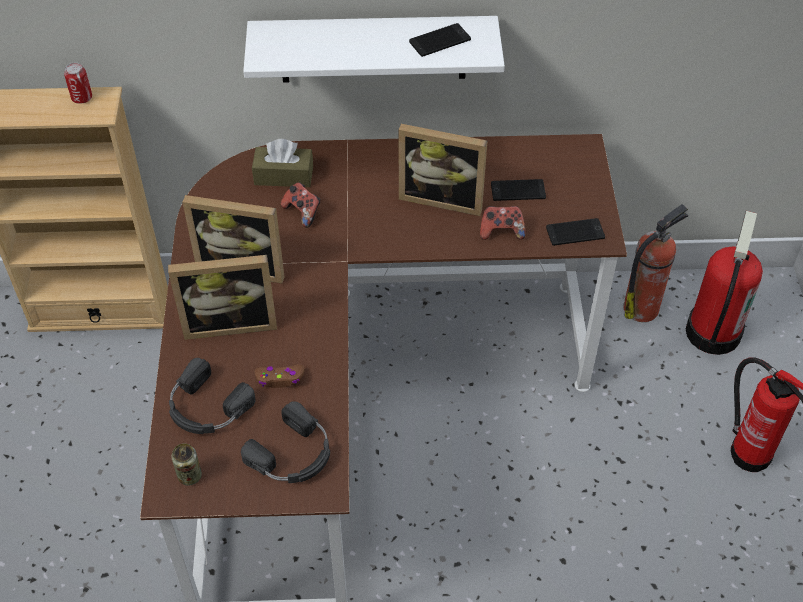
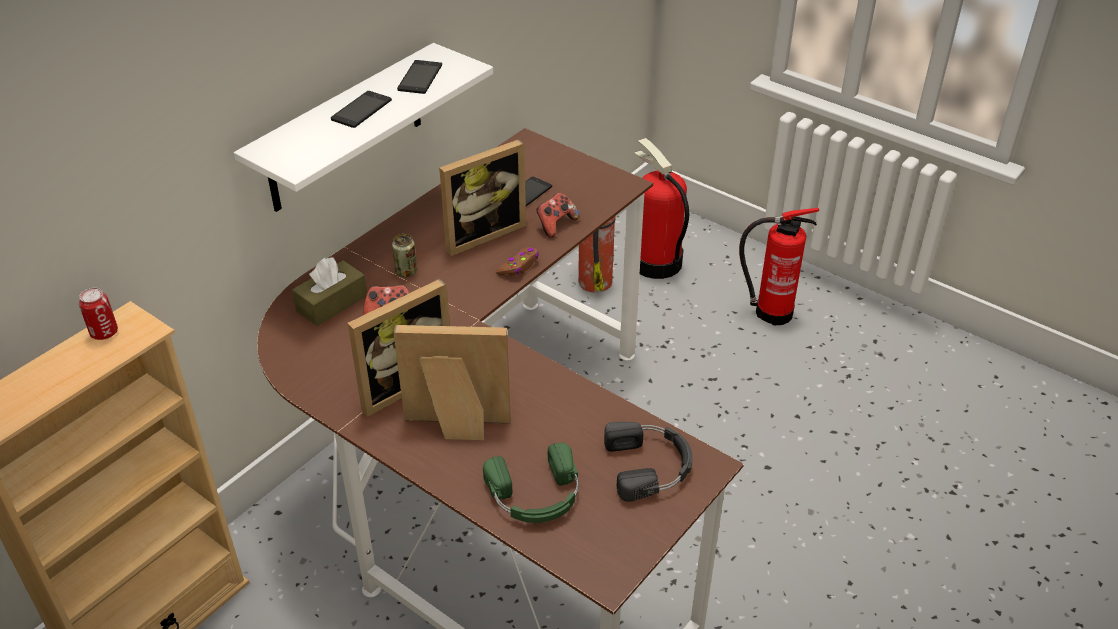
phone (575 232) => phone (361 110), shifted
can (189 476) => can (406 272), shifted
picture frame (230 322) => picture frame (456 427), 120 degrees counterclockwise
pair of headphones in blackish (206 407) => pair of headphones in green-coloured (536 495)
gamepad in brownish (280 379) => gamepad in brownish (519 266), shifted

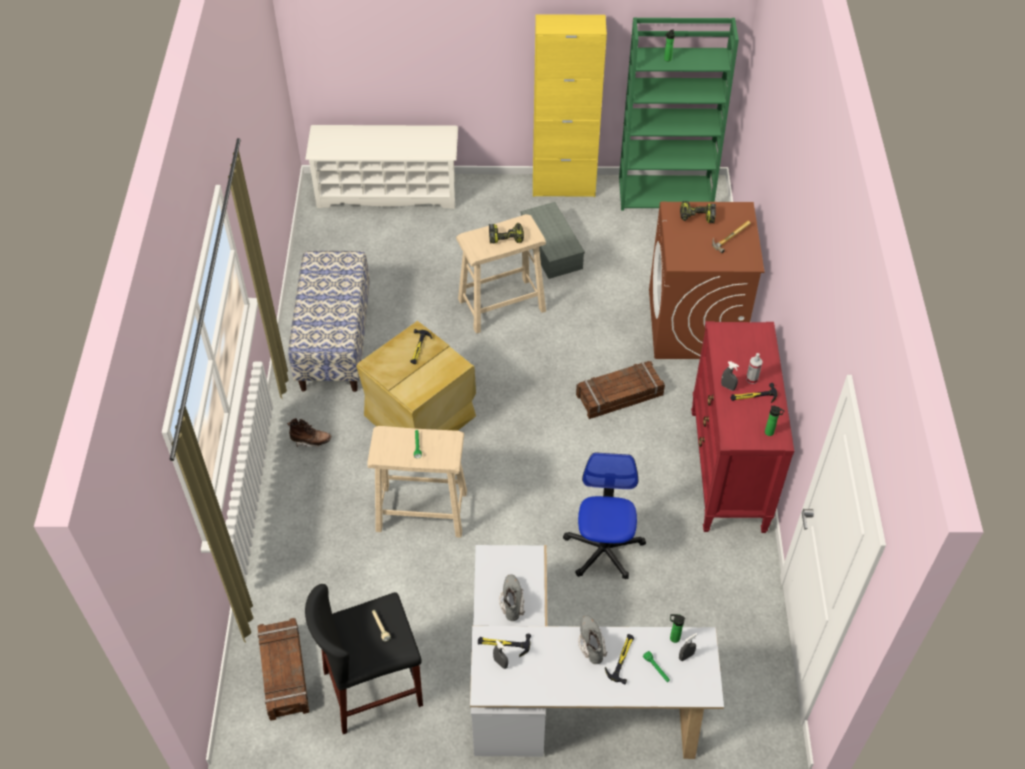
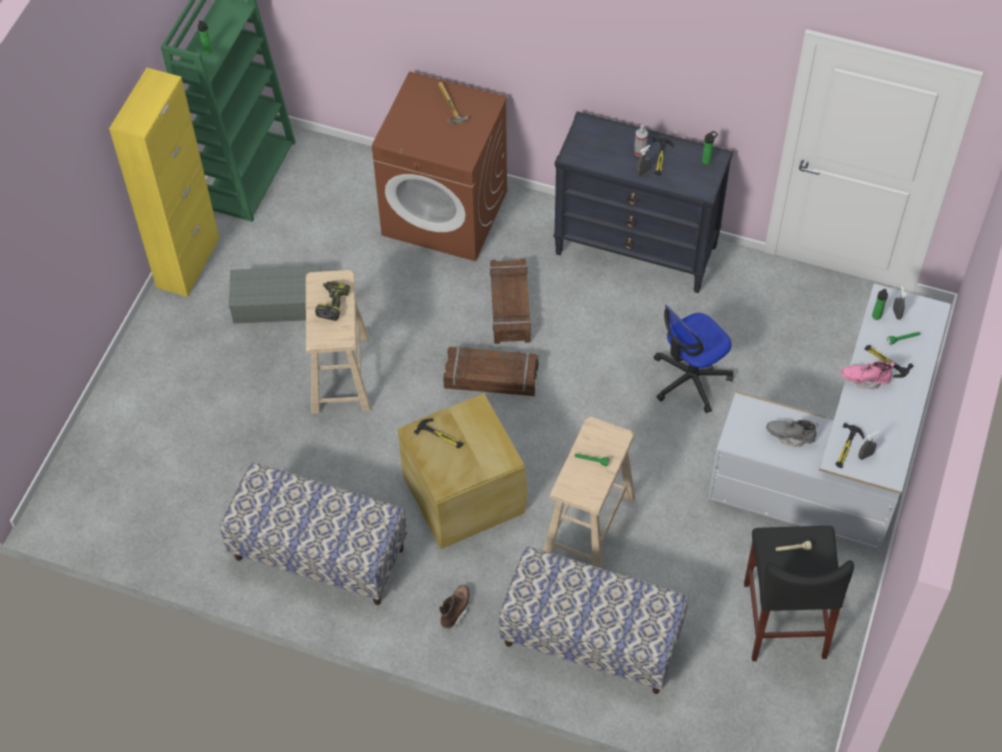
crate (283 673) => crate (491 377), shifted
nothing => long seat (590 639)
dresser in red (728 471) => dresser in blackish (636 249)
office chair (603 549) => office chair (690 379), 60 degrees counterclockwise
boot in greyish (591 644) => boot in pinkish (865 379)
shoe shelf in white (388 191) => nothing
drill (696 217) => nothing

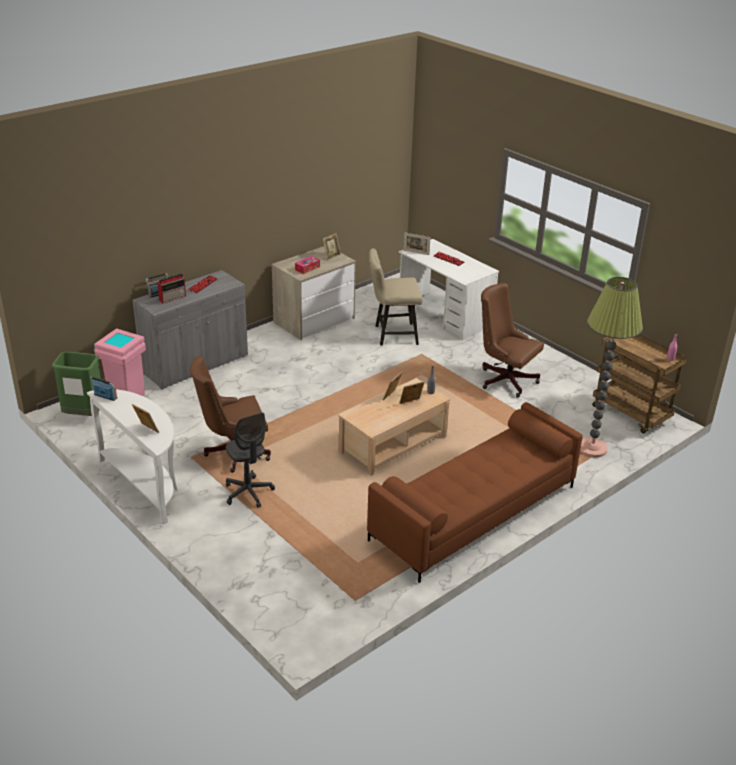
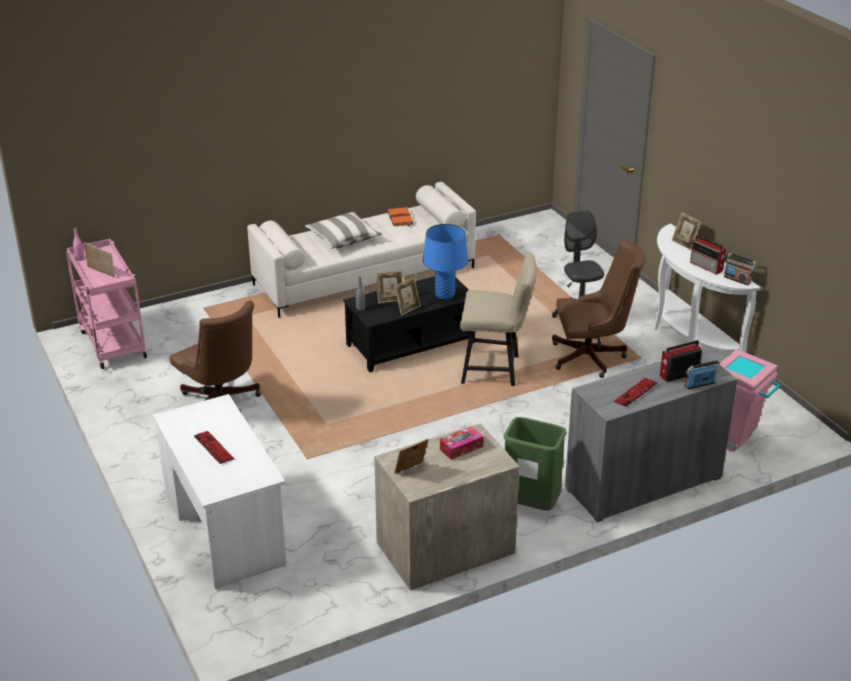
cart in brownish (631 414) => cart in pinkish (111 343)
picture frame (416 252) => picture frame (101 272), shifted
sofa in brownish (473 514) => sofa in white (365 276)
nothing => cushion (343 239)
low table in sand-coloured (393 445) => low table in blackish (410 343)
nothing => volume in orange (400 218)
nothing => tabletop lamp in bluish (445 295)
upright chair in sand-coloured (392 335) => upright chair in sand-coloured (495 369), shifted
rubbish bin in green-coloured (84 415) => rubbish bin in green-coloured (531 505), shifted
nothing => radio set (707 267)
standard lamp (592 448) => nothing

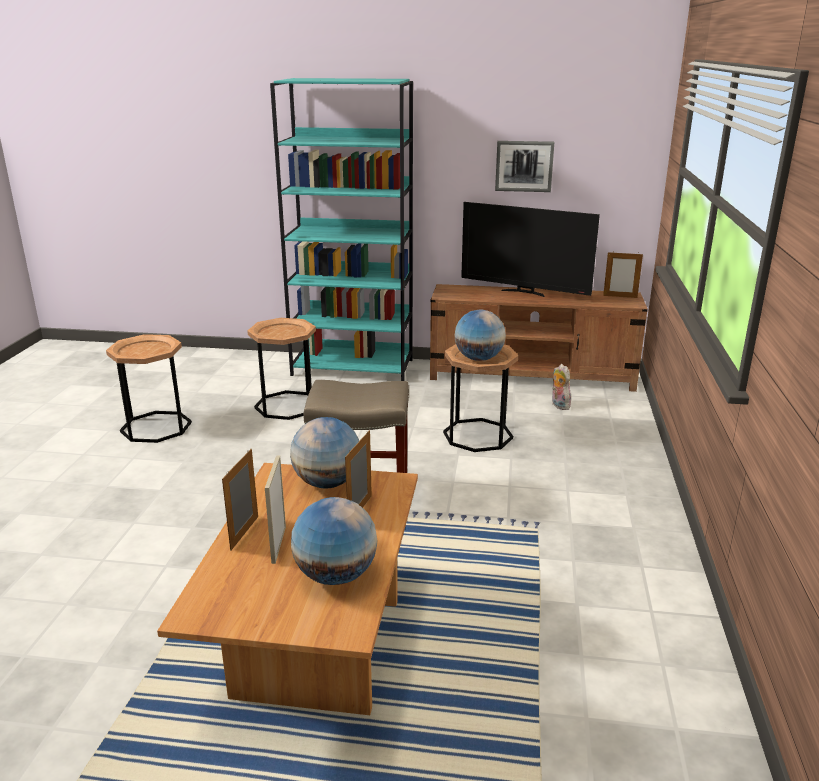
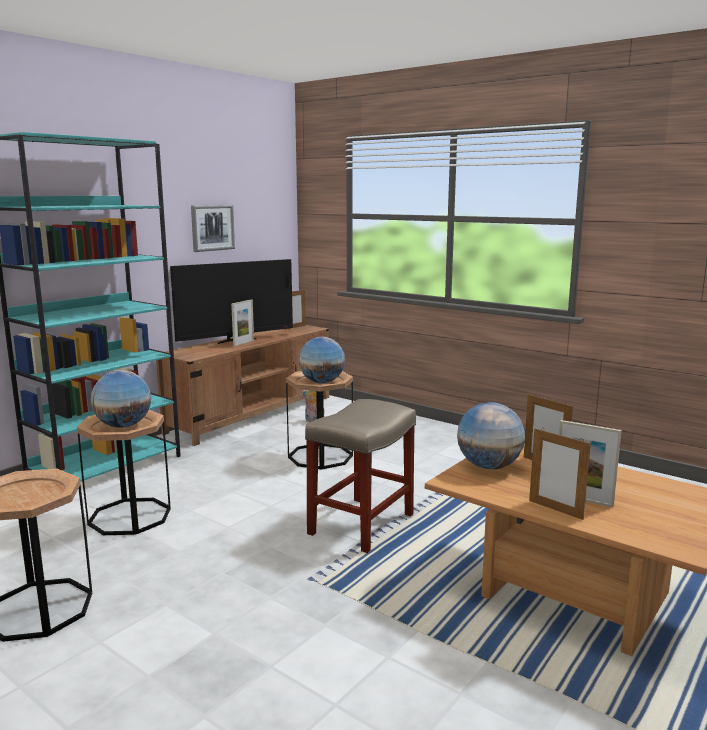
world globe (335 575) => world globe (123 426), shifted
nothing => picture frame (243 343)

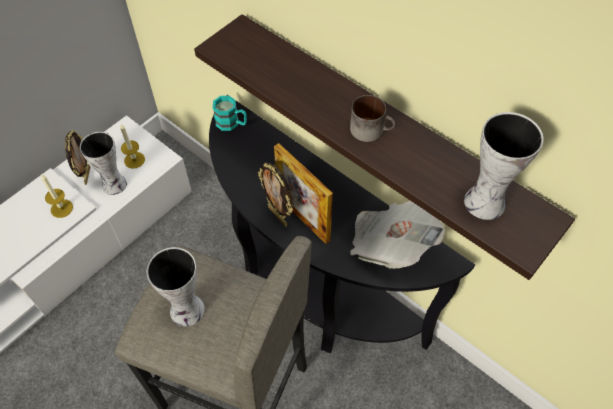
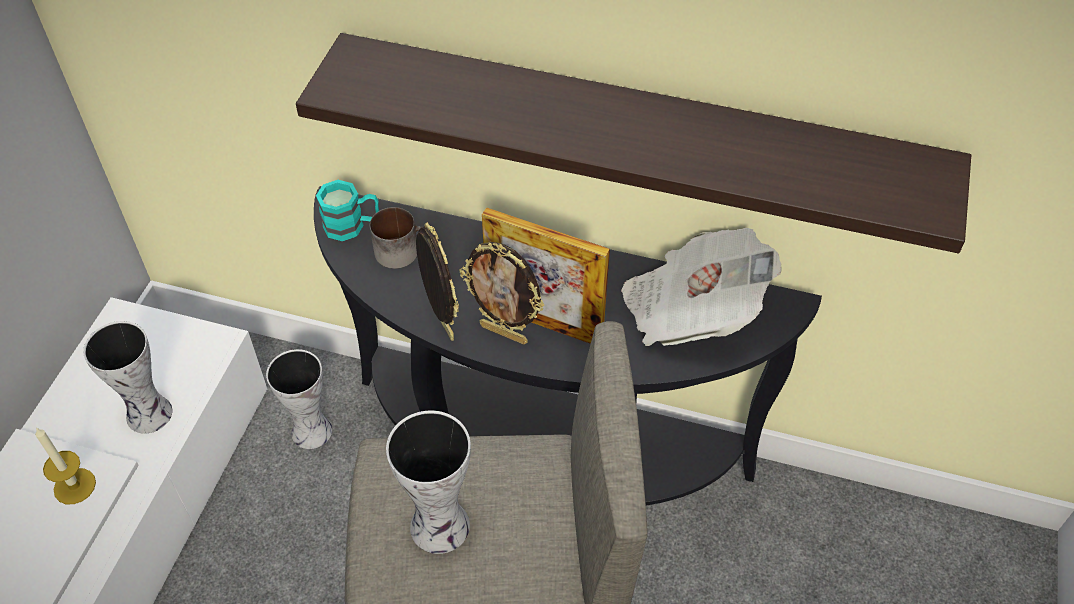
decorative vase (483 201) => decorative vase (310 430), shifted
tea mug (371 129) => tea mug (402 250), shifted
picture frame (86 175) => picture frame (441 323), shifted
candle (134 160) => nothing

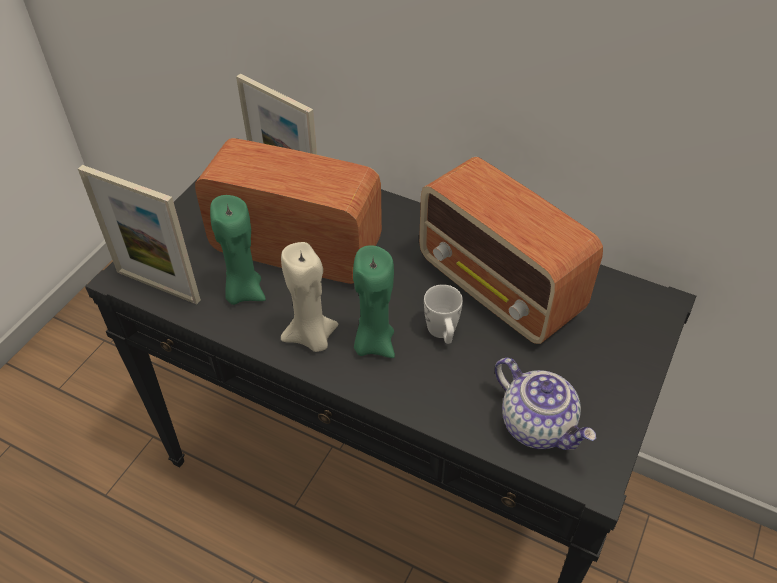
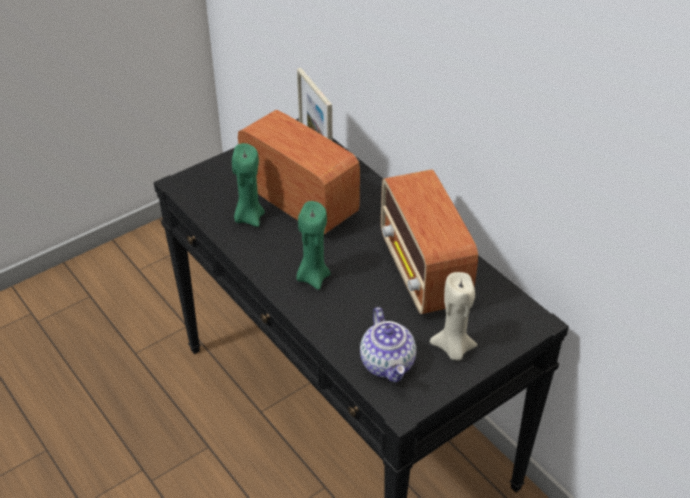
candle in sand-coloured (311 338) => candle in sand-coloured (453 348), shifted
picture frame (158 286) => nothing
tea mug in white (443 332) => nothing

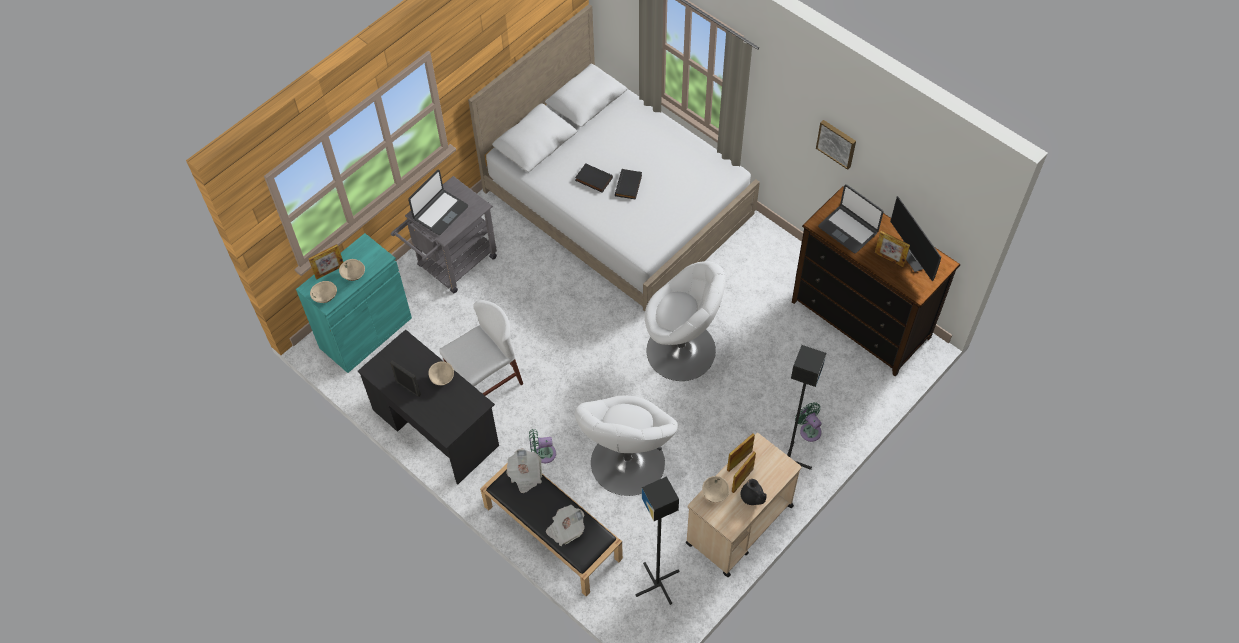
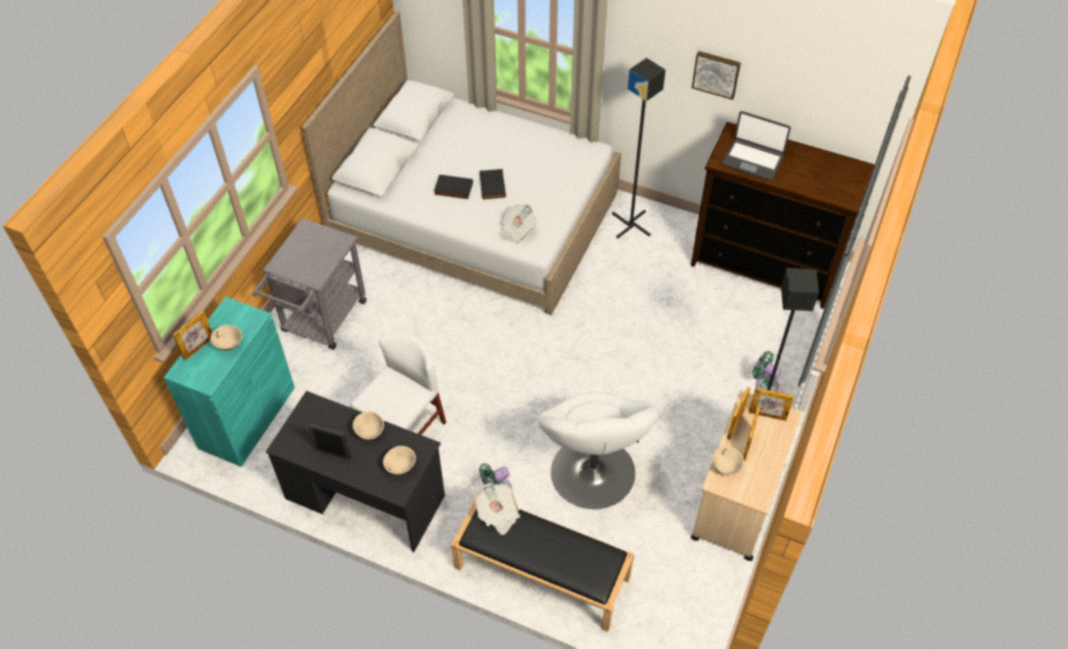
deep dish in sand-coloured (325 297) => deep dish in sand-coloured (401 466), shifted
printed paper (565 529) => printed paper (516 231), shifted
standard lamp in blackish (658 583) => standard lamp in blackish (631 224), shifted
picture frame (889 259) => picture frame (767 415), shifted
laptop (440 212) => nothing
lounge chair in white (682 351) => nothing
teapot in blackish (752 497) => nothing
computer screen (915 255) => nothing

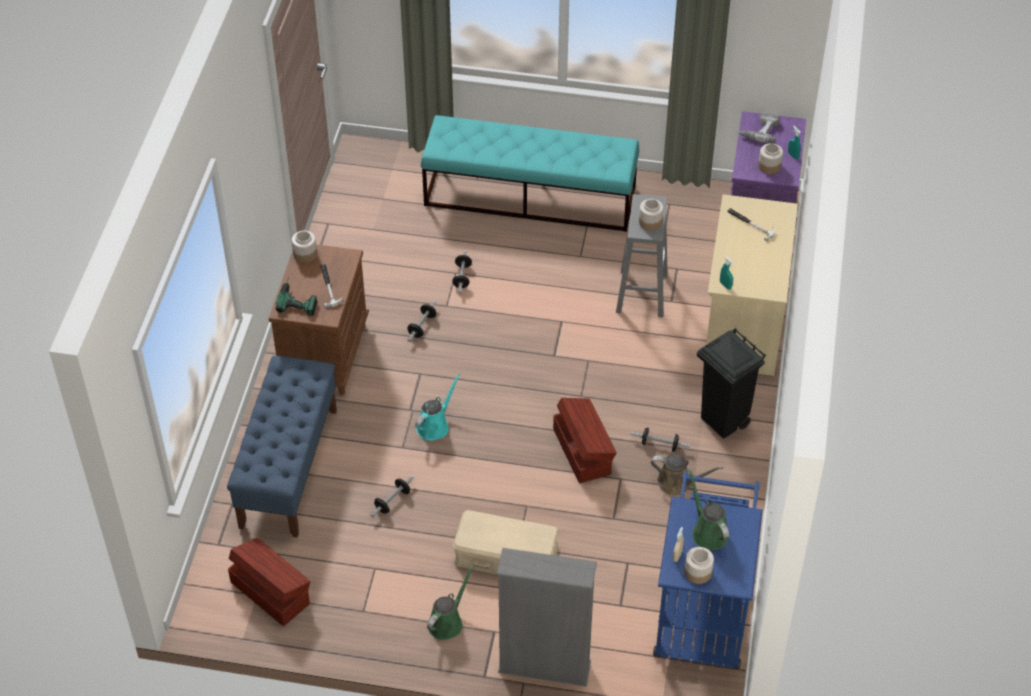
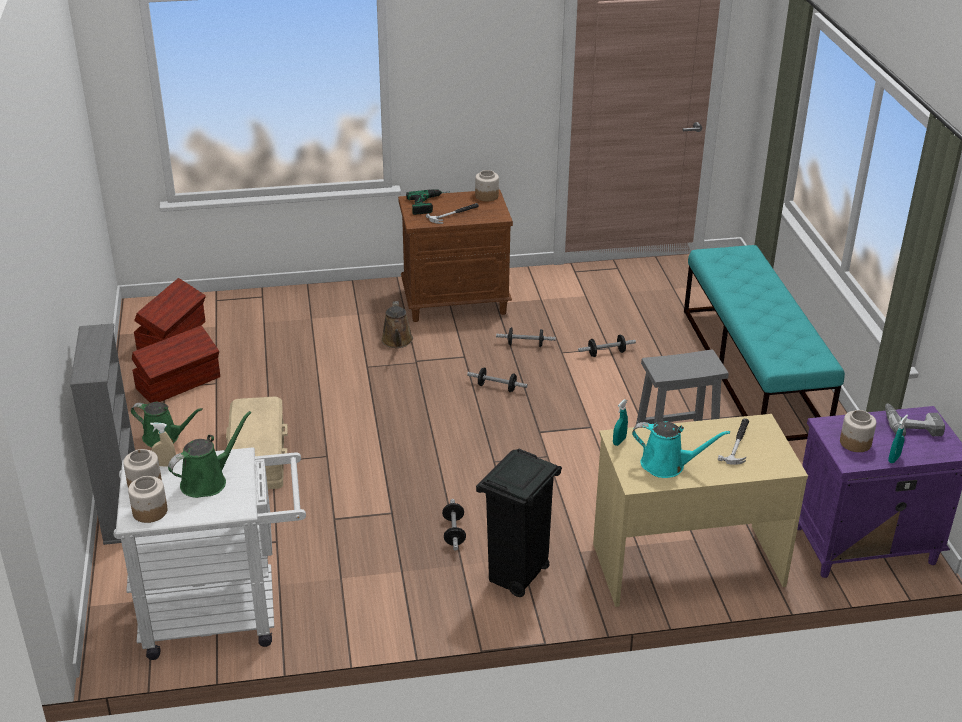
cart in bluish (702 612) => cart in white (224 613)
jar (650 222) => jar (149 511), shifted
storage box in brownish (582 450) => storage box in brownish (179 383), shifted
watering can in brownish (677 483) => watering can in brownish (397 341), shifted
dumbbell (392 501) => dumbbell (497 387), shifted
watering can in turquoise-coloured (435 425) => watering can in turquoise-coloured (667 465), shifted
long seat in bluish (289 467) => nothing

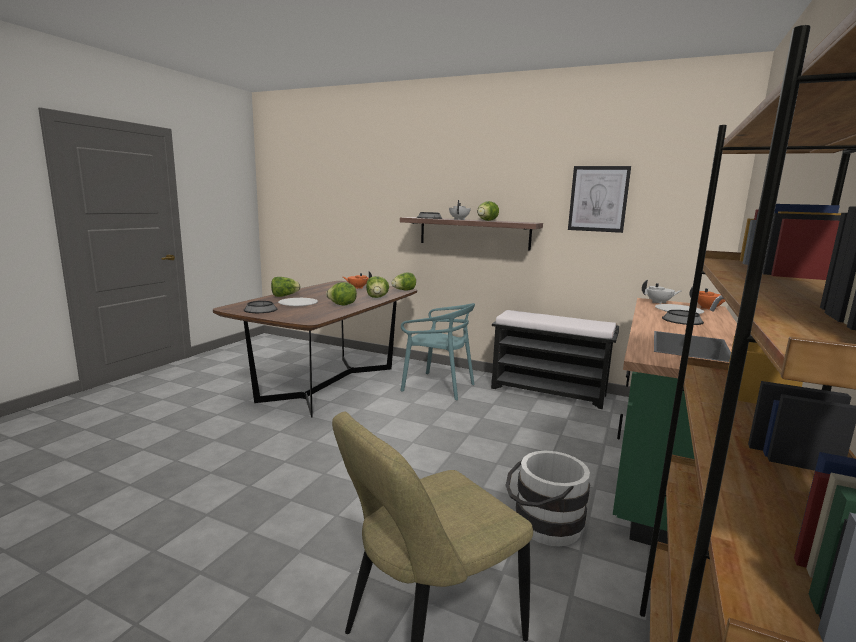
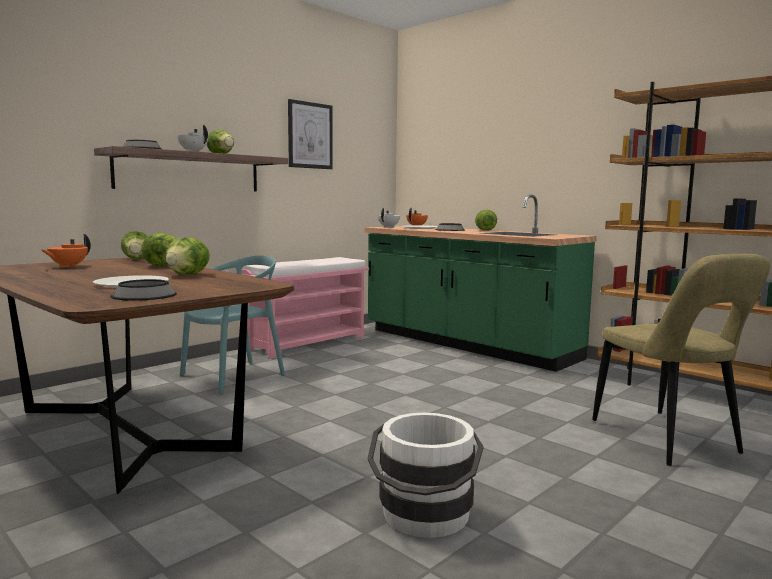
long seat in blackish (549 391) => long seat in pinkish (307 343)
pail in white (542 525) => pail in white (424 518), shifted
head of lettuce (284 296) => head of lettuce (484 230), shifted

